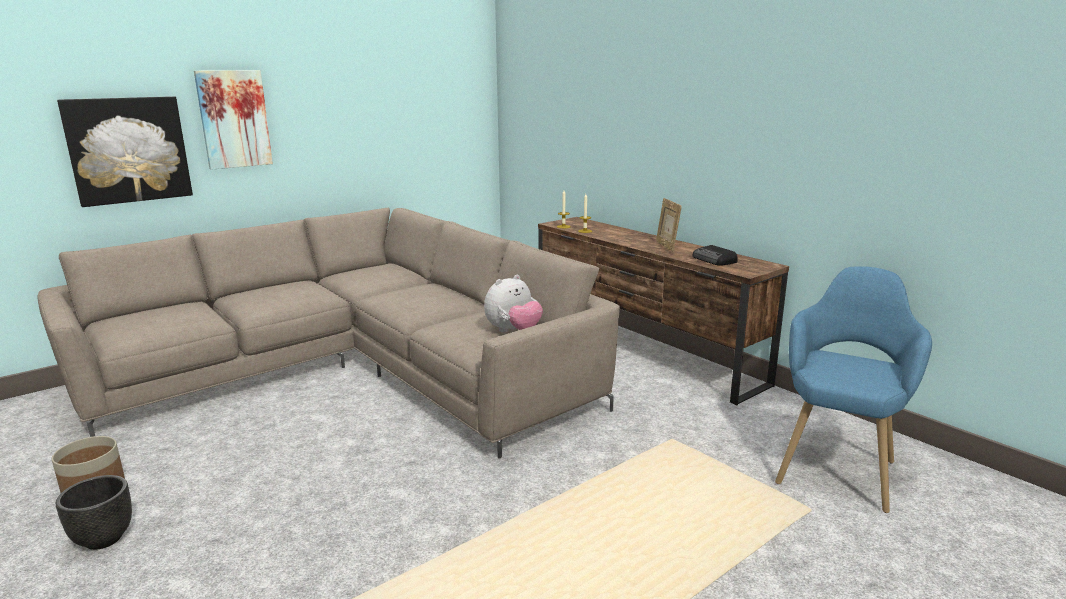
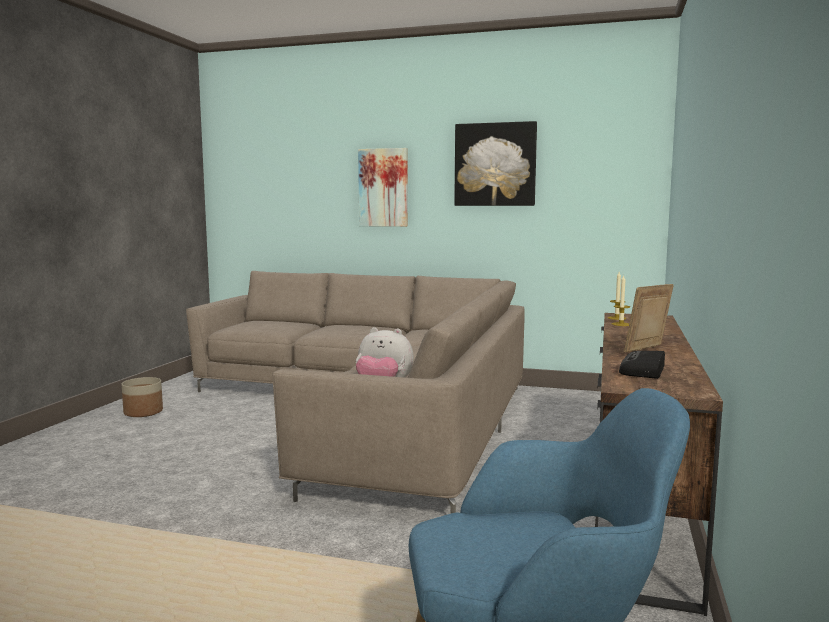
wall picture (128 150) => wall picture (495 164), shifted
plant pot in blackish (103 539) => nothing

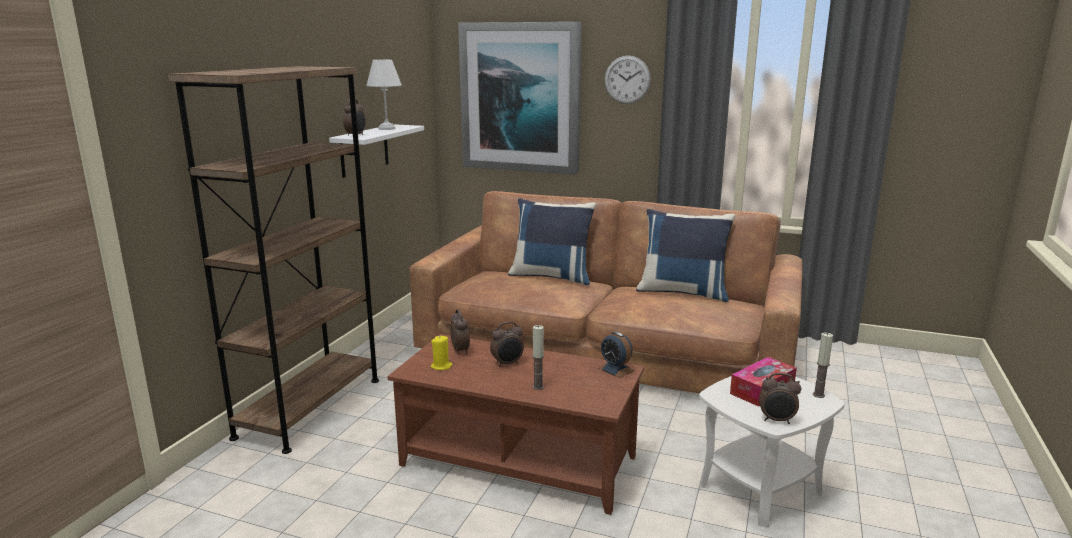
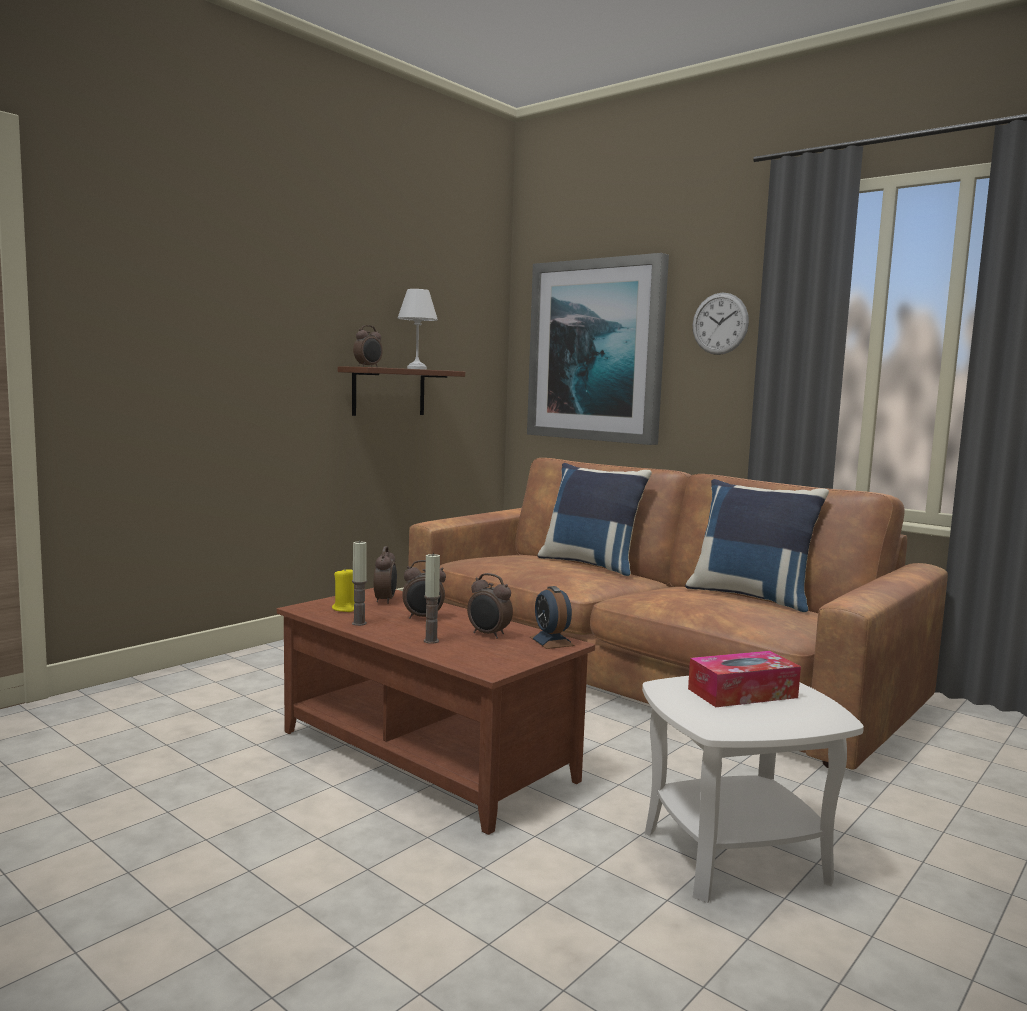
shelf in white (364 150) => shelf in brownish (389 392)
candle (818 395) => candle (359 623), shifted
table clock (777 420) => table clock (488 635), shifted
bookcase in brownish (310 407) => nothing

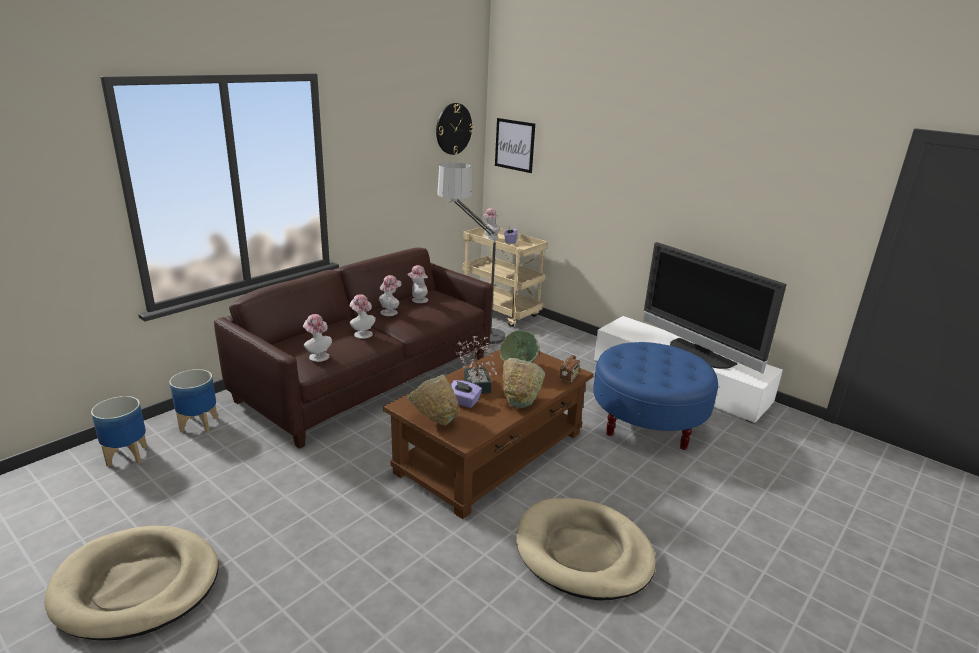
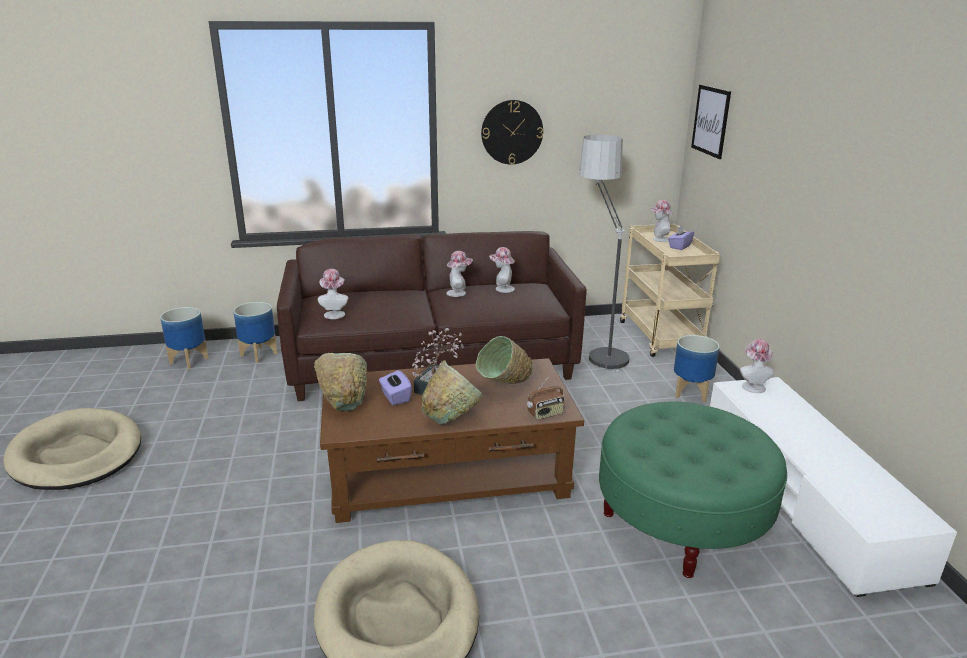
clock on the wall (453 129) => clock on the wall (512 132), shifted
ottoman in bluish (647 421) => ottoman in green-coloured (681 522)
nothing => plant pot (691 393)
hat (361 333) => hat (752 386), shifted
TV (698 355) => nothing

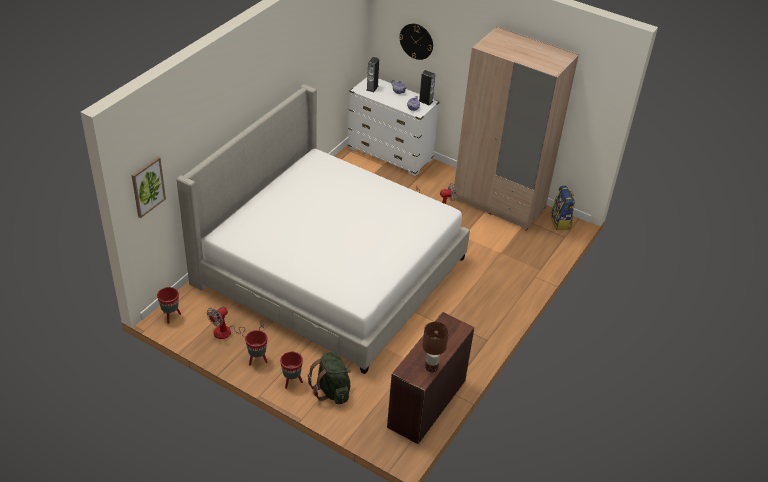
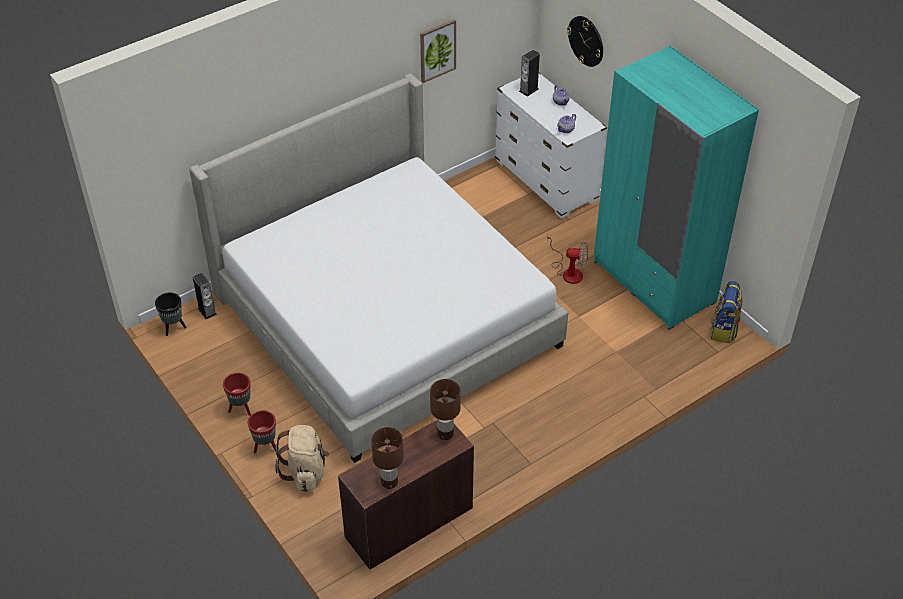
plant pot in red (171 316) => plant pot in blackish (174 328)
loudspeaker (425 101) => loudspeaker (207 311), shifted
rucksack in green-coloured (332 390) => rucksack in sand-coloured (305 471)
wall picture (148 186) => wall picture (437 50), shifted
nothing => tabletop lamp in brownish (445 434)
clothes cupboard in sand-coloured (499 203) => clothes cupboard in turquoise-coloured (654 282)
cooling fan (229 333) => nothing

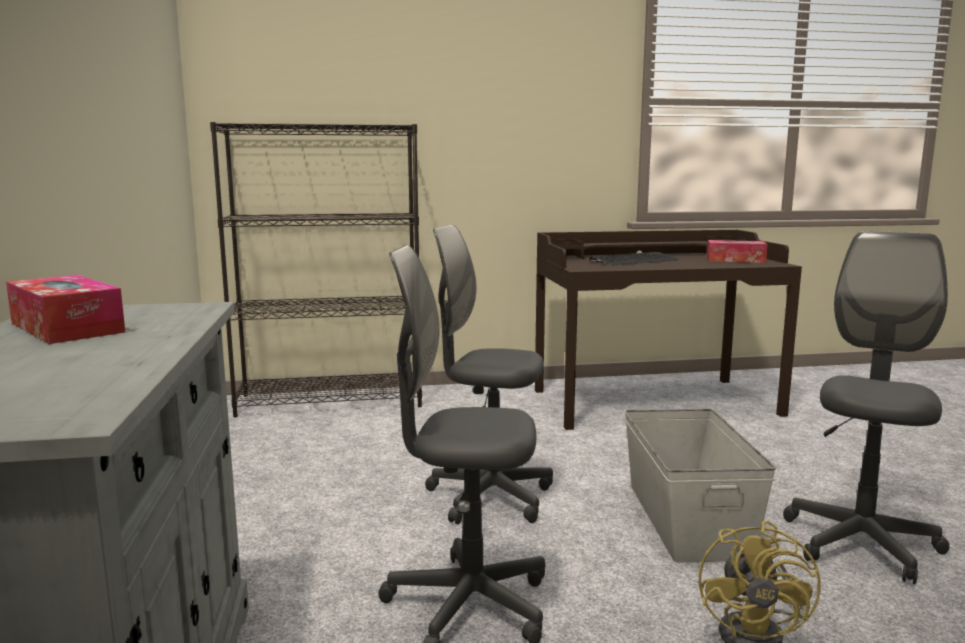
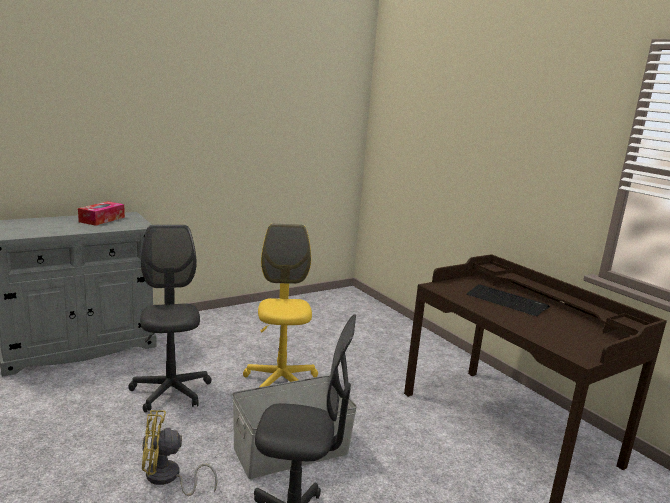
office chair in greyish (490 497) => office chair in yellow-coloured (280 381)
bookcase in blackish (332 400) => nothing
tissue holder (735 260) => nothing

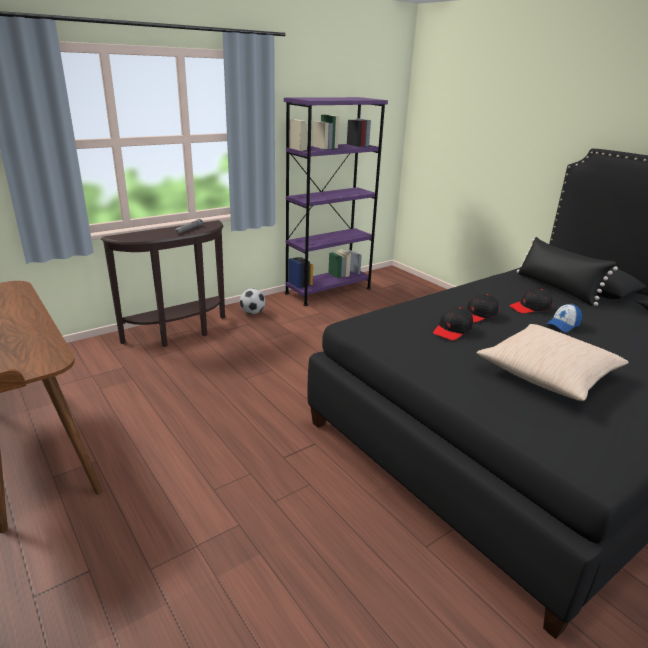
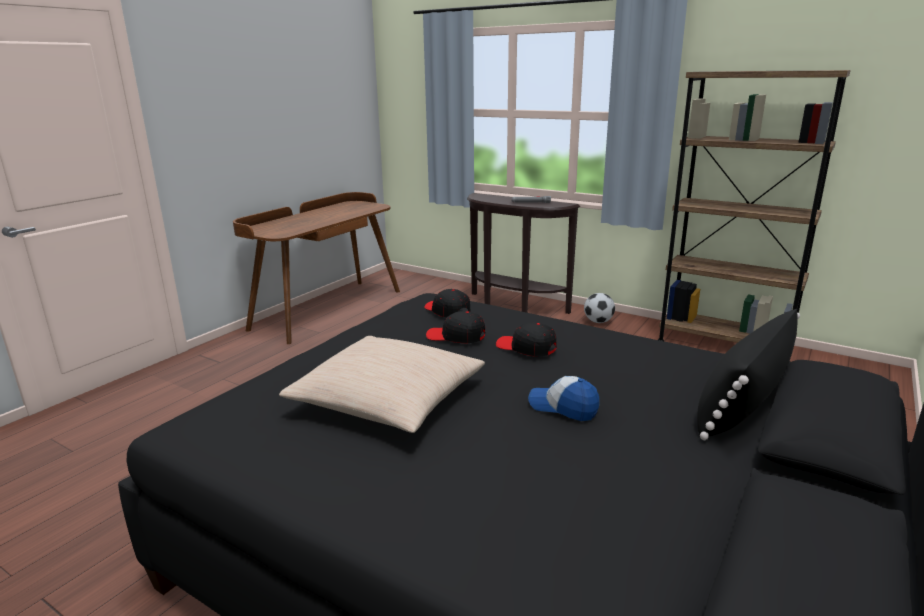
cap in blackish (530 307) => cap in blackish (447 311), shifted
bookcase in purplish (328 291) => bookcase in brownish (724 344)

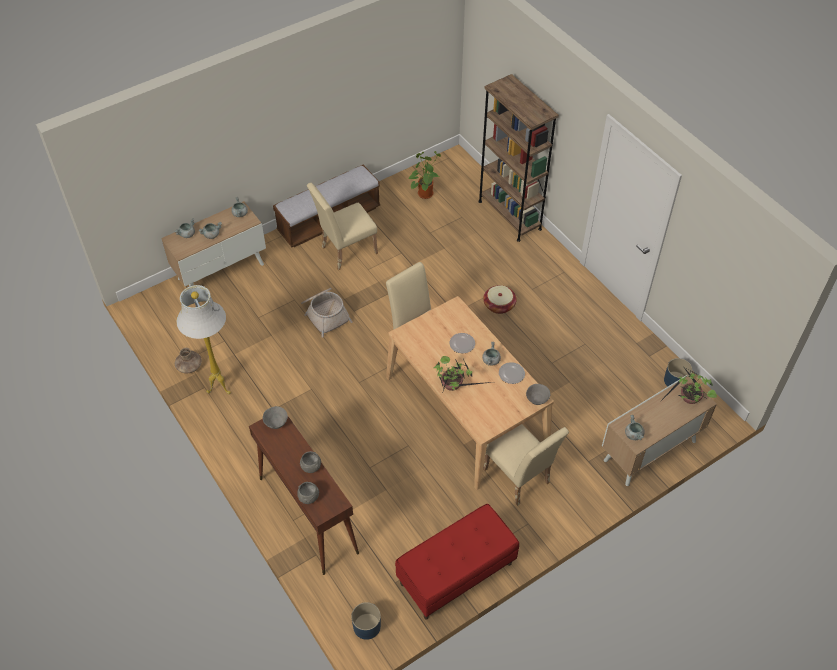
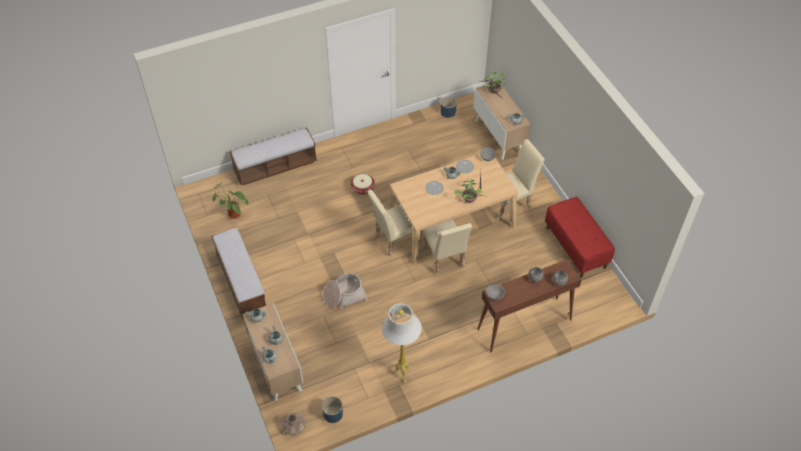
bookcase in brownish (509 215) => long seat (275 167)
decorative vase in brownish (189 366) => decorative vase in brownish (294 427), shifted
plant pot in bluish (366 626) => plant pot in bluish (332 414), shifted
upright chair in sand-coloured (345 251) => upright chair in sand-coloured (444 259), shifted

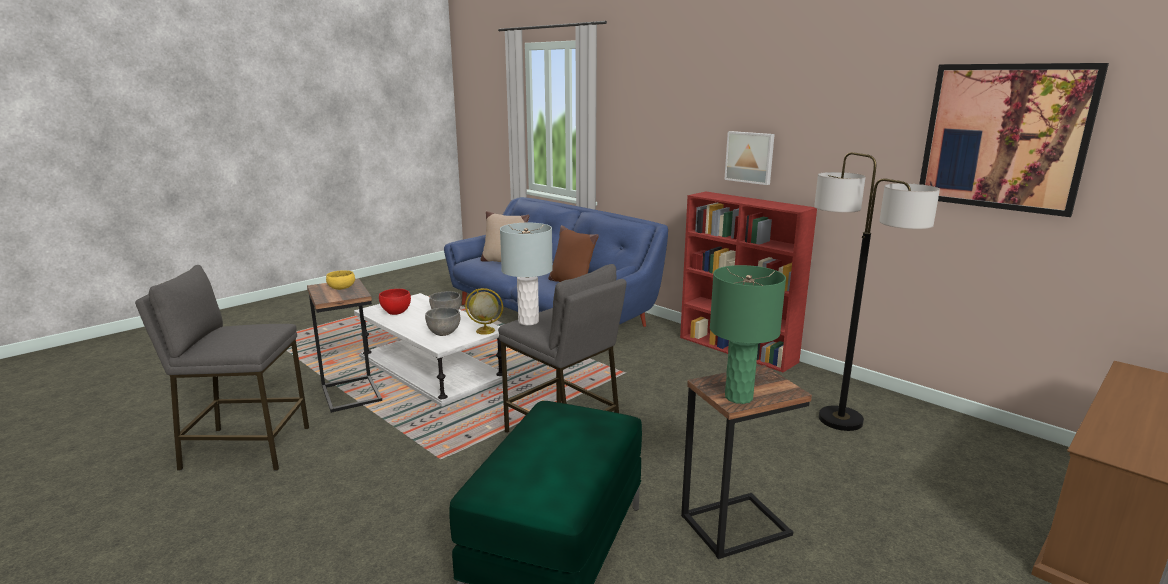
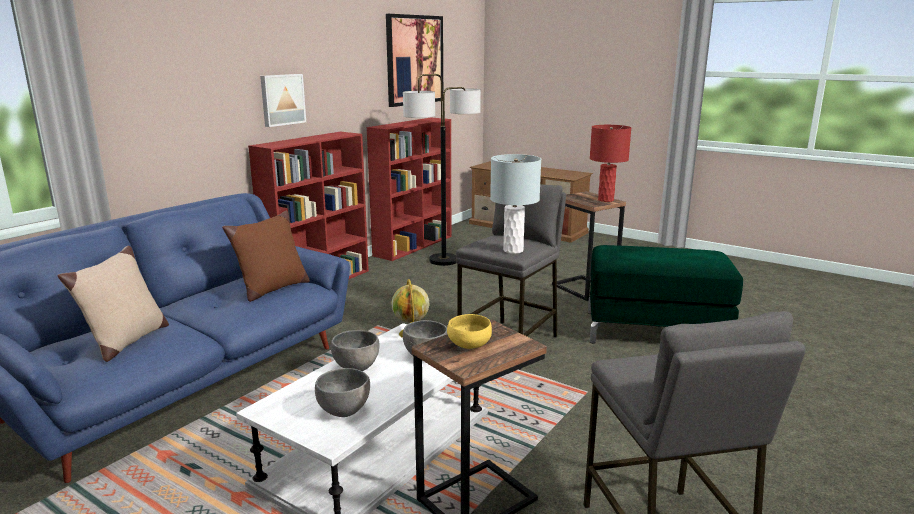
deep dish in red (396 312) => deep dish in greyish (344 410)
nothing => bookcase in red (414 245)
tabletop lamp in green-coloured (739 397) => tabletop lamp in red (606 200)

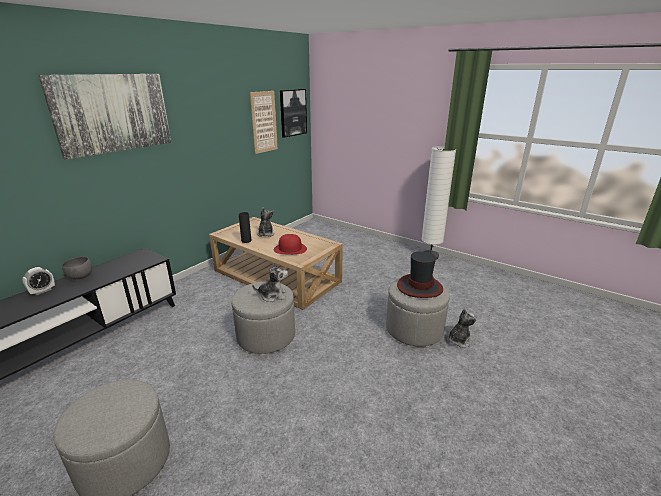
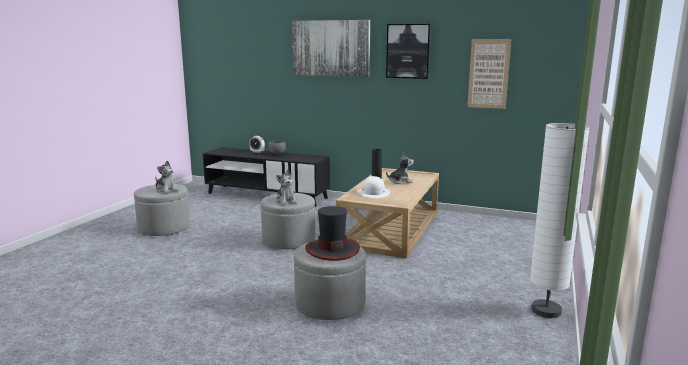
soft toy (459 340) => soft toy (166 190), shifted
hat in red (290 249) => hat in white (373 193)
wall picture (293 112) => wall picture (408 51), shifted

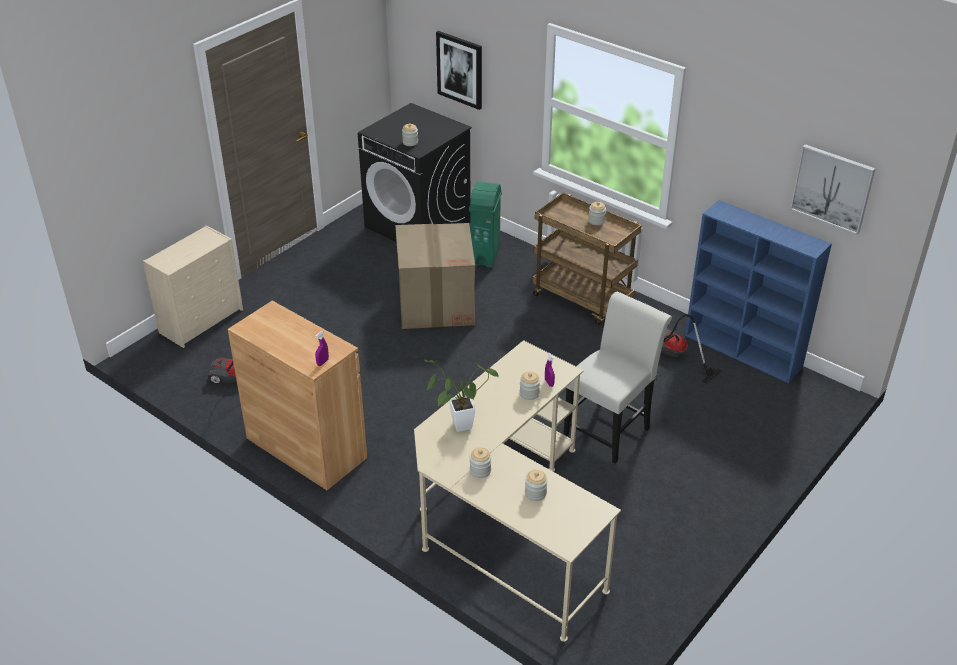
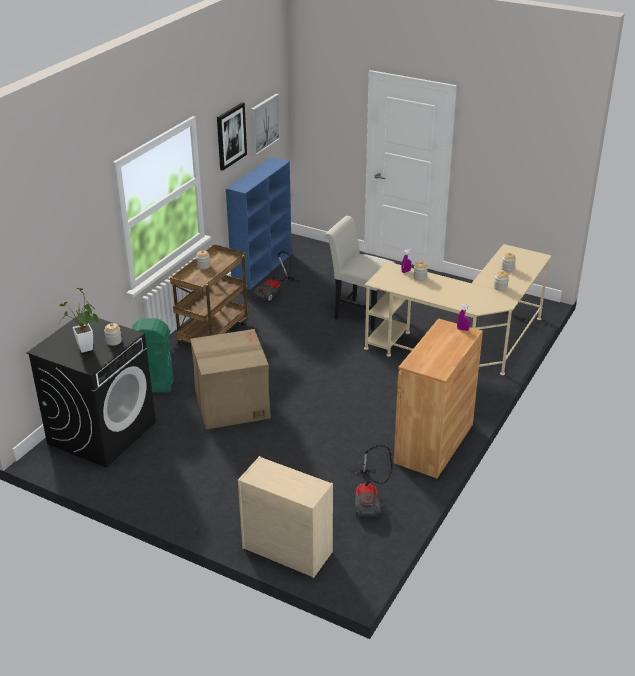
potted plant (457 426) => potted plant (86 350), shifted
wall picture (460 69) => wall picture (231 136), shifted

